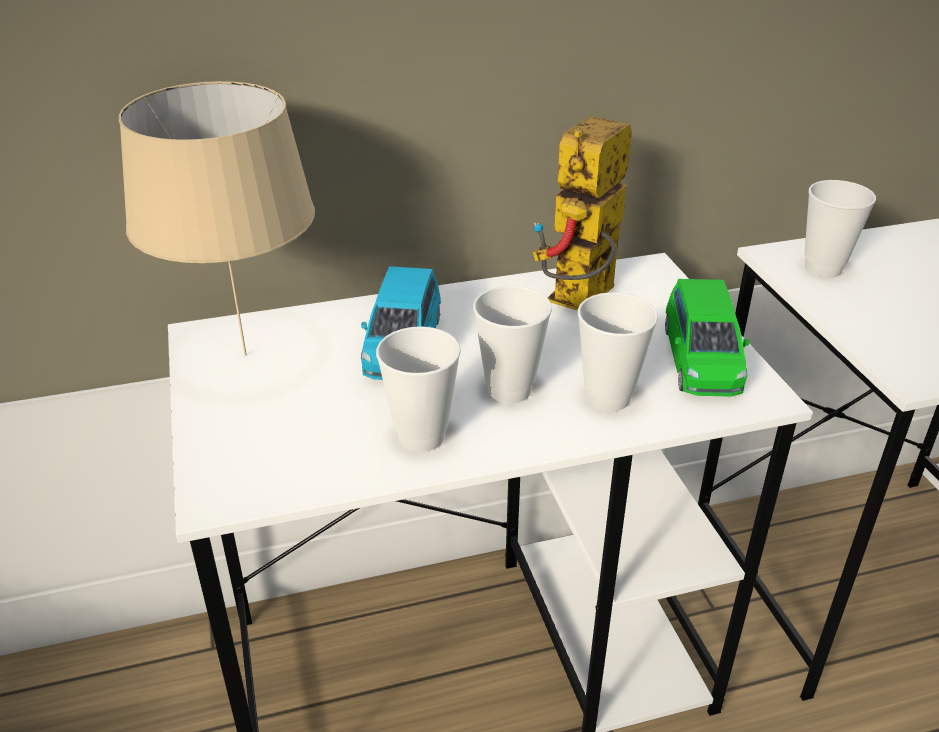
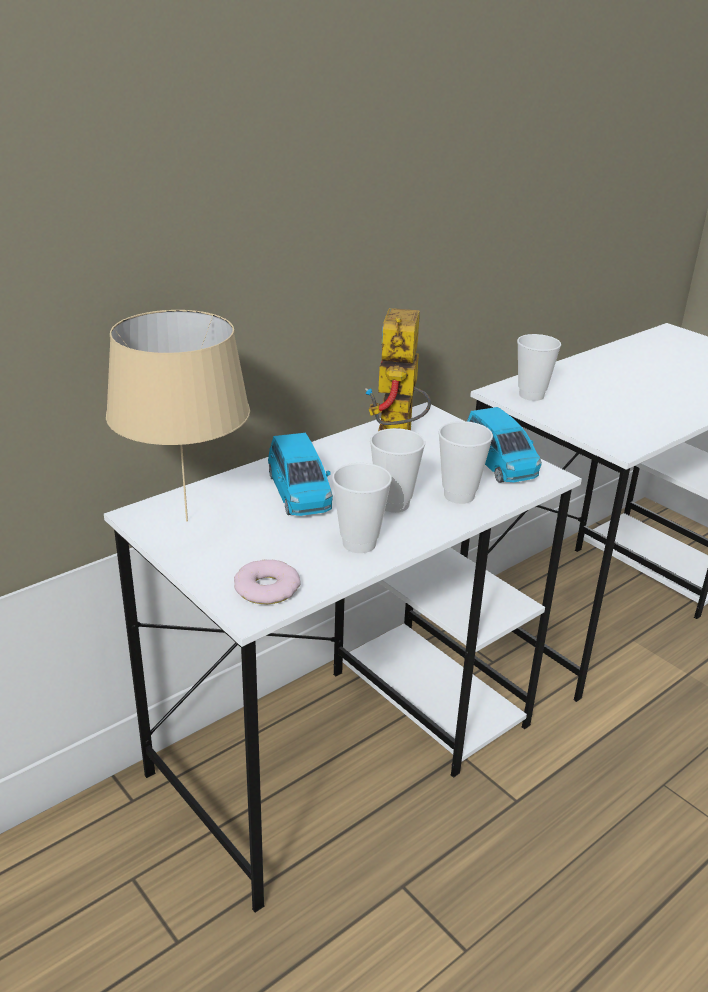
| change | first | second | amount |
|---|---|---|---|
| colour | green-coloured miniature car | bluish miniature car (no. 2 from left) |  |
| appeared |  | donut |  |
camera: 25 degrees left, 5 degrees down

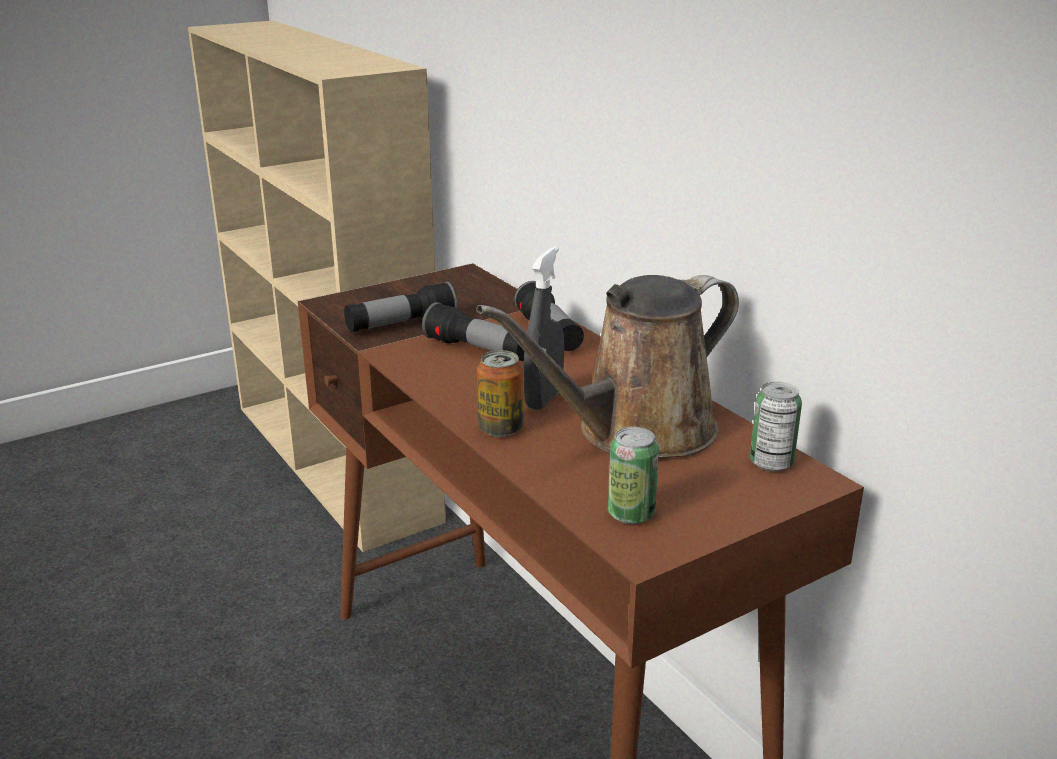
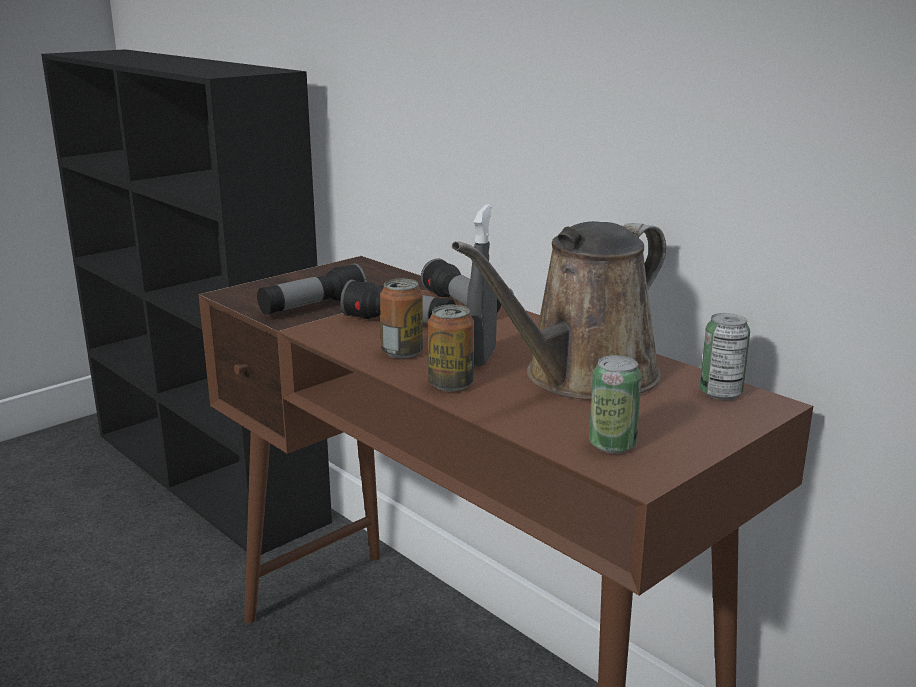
| change | first | second | amount |
|---|---|---|---|
| colour | beige shelving unit | blackish shelving unit |  |
| appeared |  | sealed can (no. 1 from left) |  |
camera: 10 degrees left, 5 degrees down

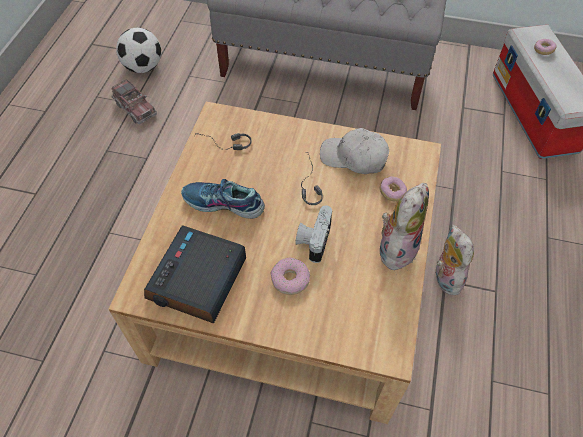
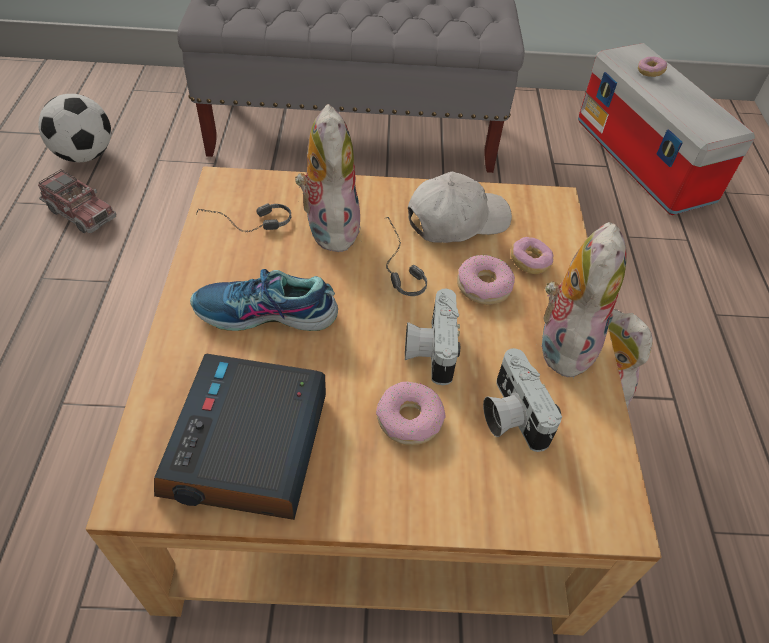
| change | first | second | amount |
|---|---|---|---|
| spun | whitish cap |  | 150 degrees clockwise |
| appeared |  | plush toy (no. 1 from left) |  |
| appeared |  | donut (no. 2 from left) |  |
| appeared |  | photo camera (no. 2 from left) |  |
camera: 15 degrees left, 5 degrees down

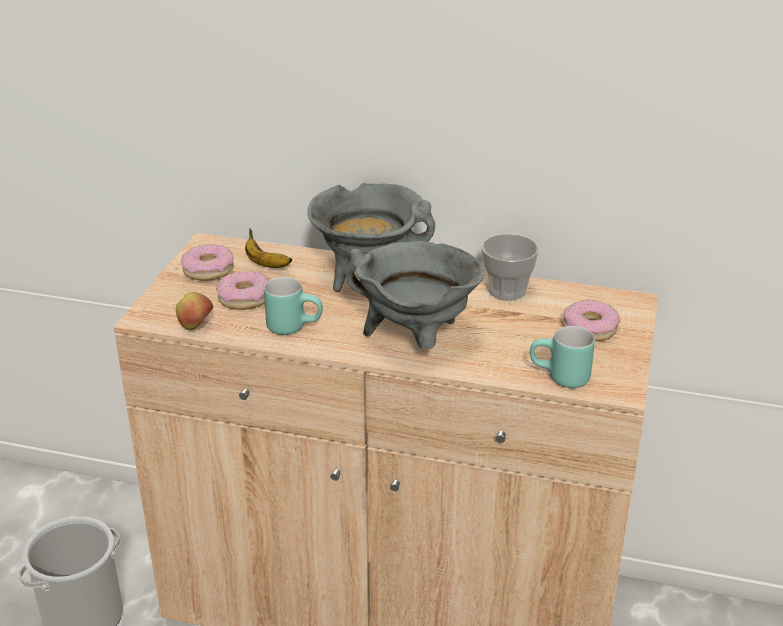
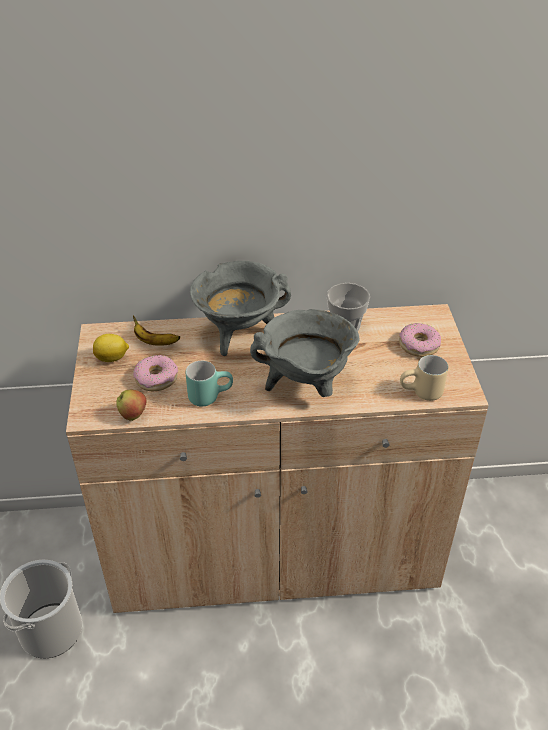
| change | first | second | amount |
|---|---|---|---|
| exchanged | donut (no. 1 from left) | whole lemon |  |
| colour | blue-green mug (no. 2 from left) | beige mug |  |
camera: 20 degrees left, 10 degrees up

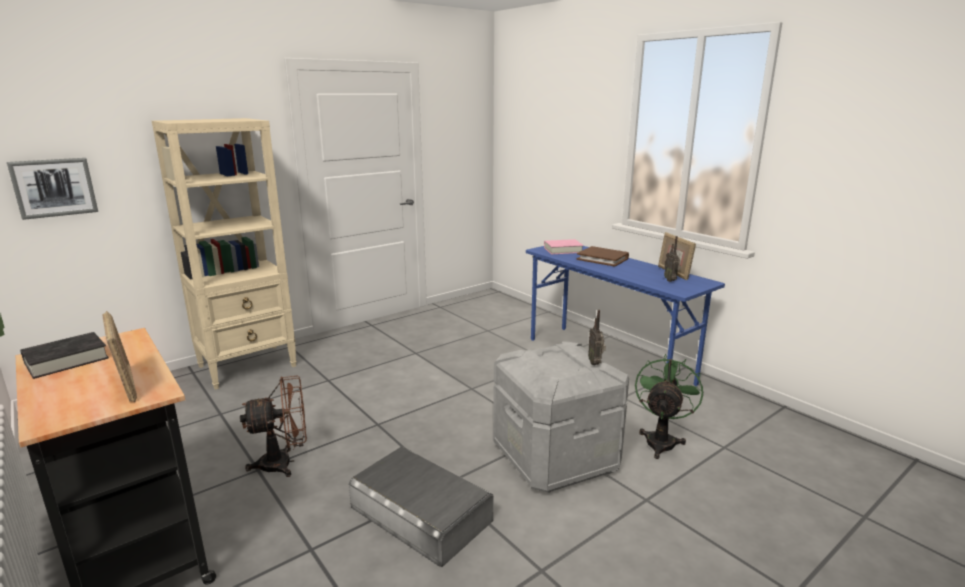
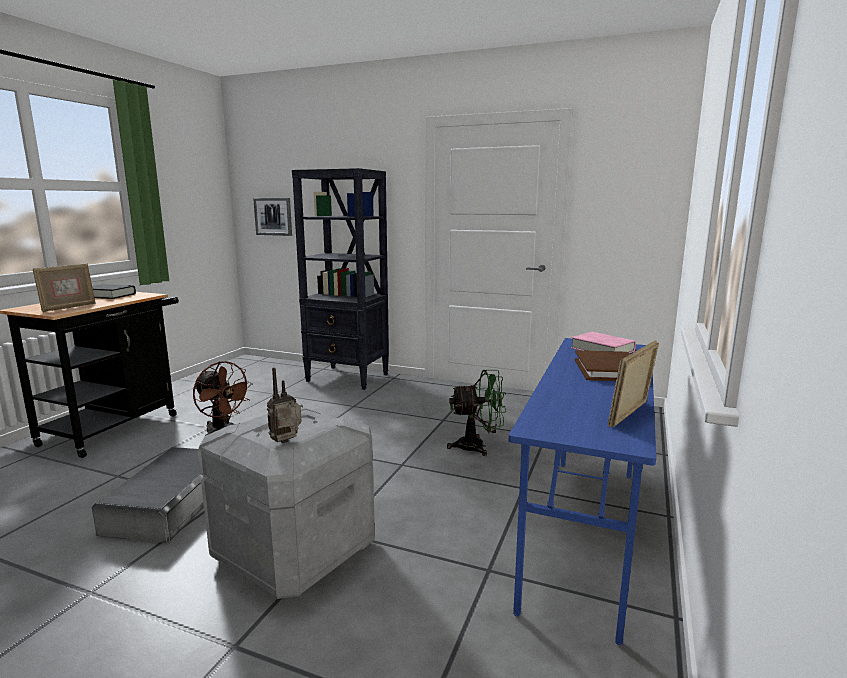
| change | first | second | amount |
|---|---|---|---|
| colour | beige shelving unit | blackish shelving unit |  |
| relocated | green-coloured fan |  |  |
| missing | radio receiver (no. 2 from left) |  |  |
camera: 60 degrees right, 5 degrees down

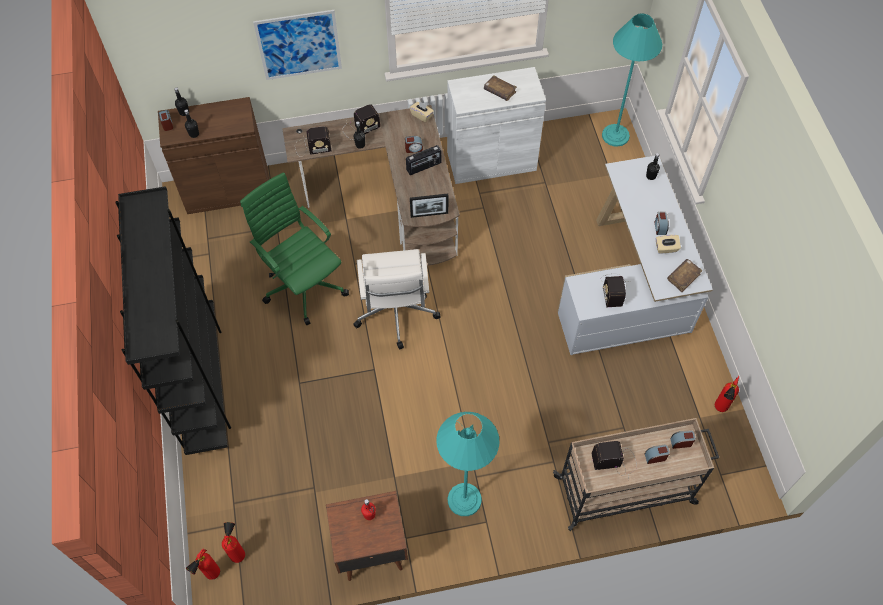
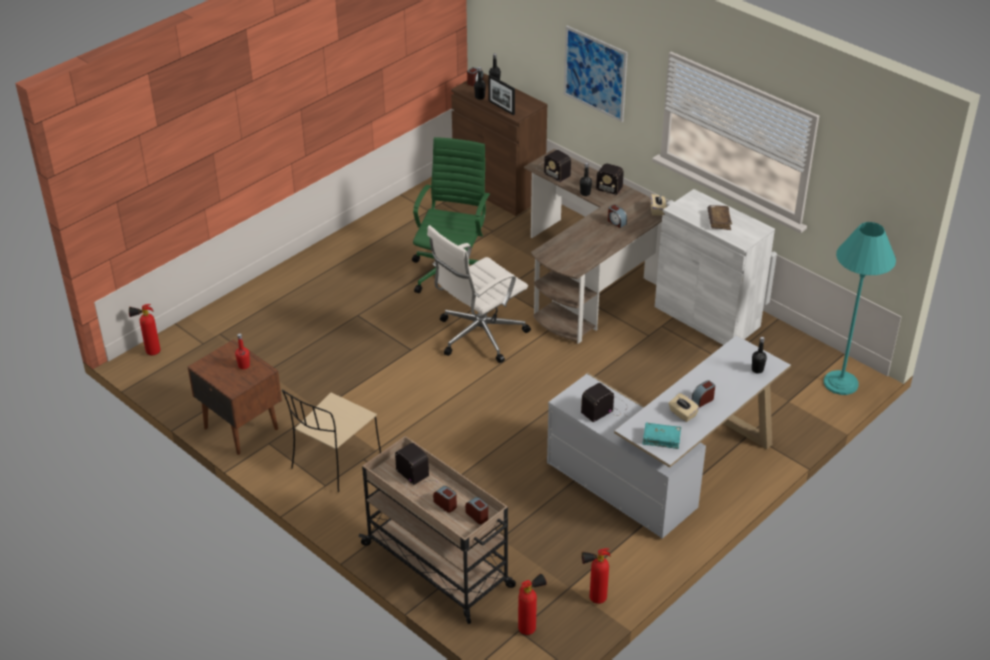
| change | first | second | amount |
|---|---|---|---|
| missing | blackish shelving unit |  |  |
| relocated | fire-fighting cylinder (no. 2 from left) |  |  |
| missing | radio receiver (no. 3 from left) |  |  |
| relocated | picture frame |  |  |
| exchanged | blue-green floor lamp (no. 1 from left) | beige plain chair |  |
| colour | brown bound book (no. 2 from left) | blue-green bound book |  |
camera: 55 degrees right, 20 degrees down

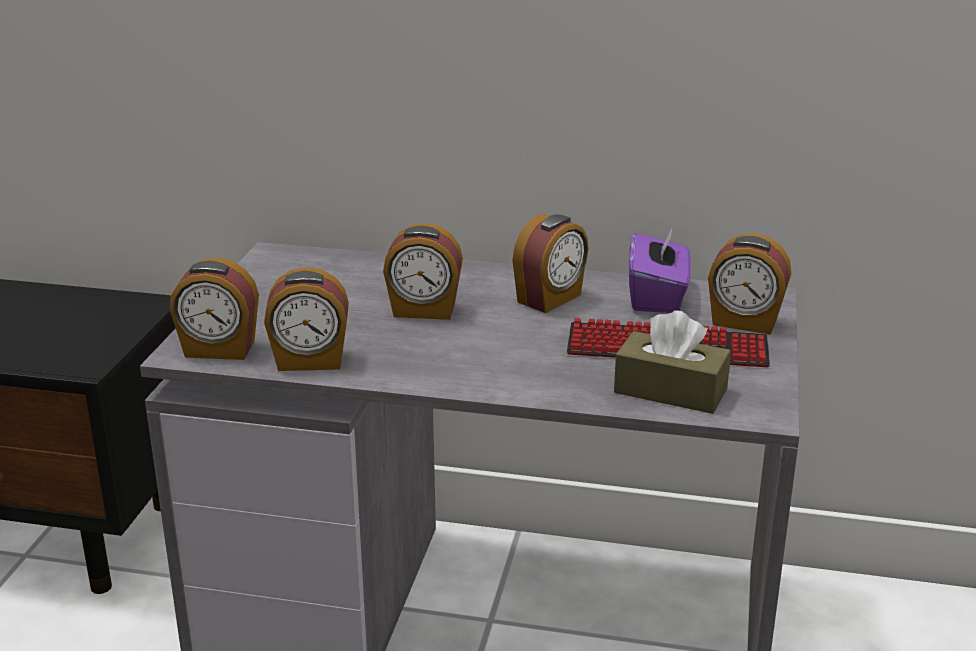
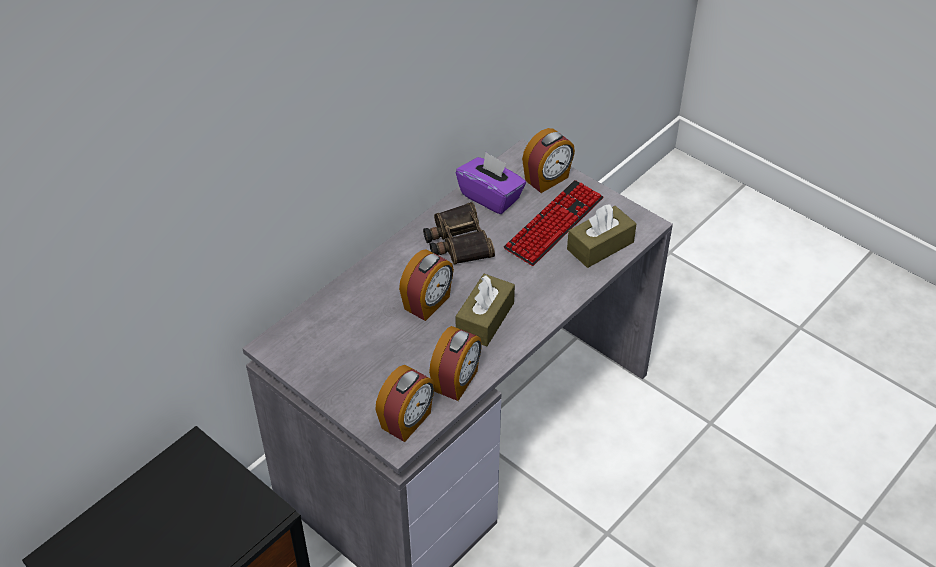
| change | first | second | amount |
|---|---|---|---|
| exchanged | table clock (no. 4 from left) | binoculars |  |
| appeared |  | brown box of tissues (no. 1 from left) |  |
camera: 60 degrees left, 20 degrees up

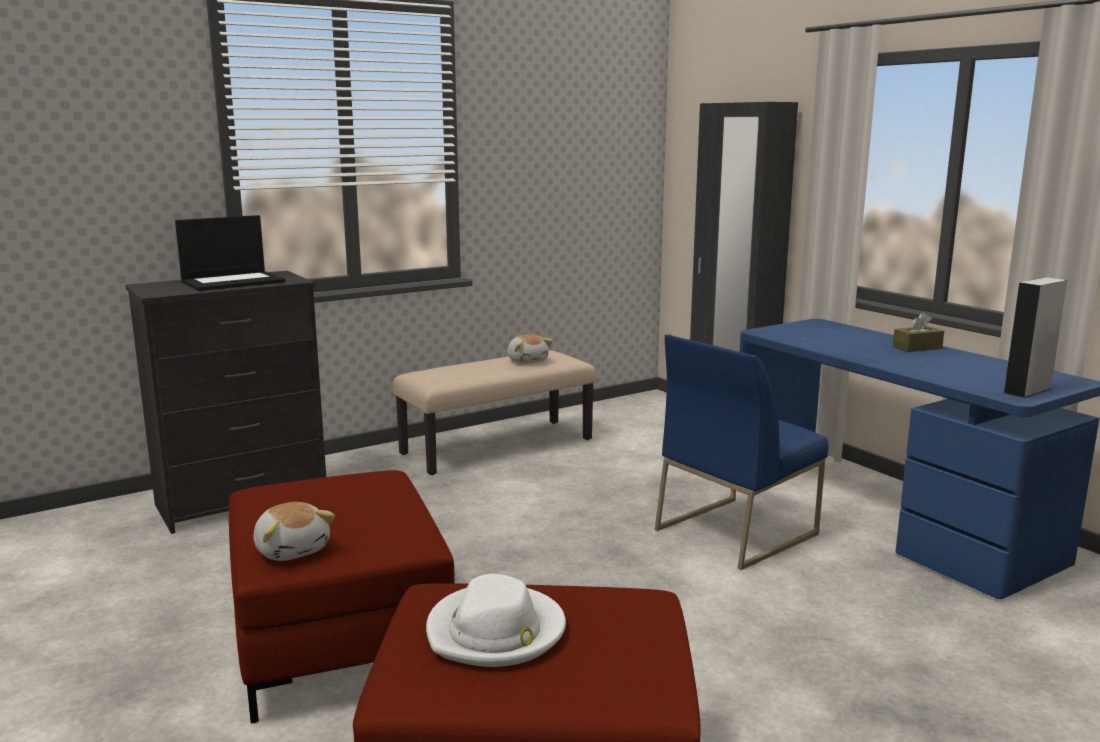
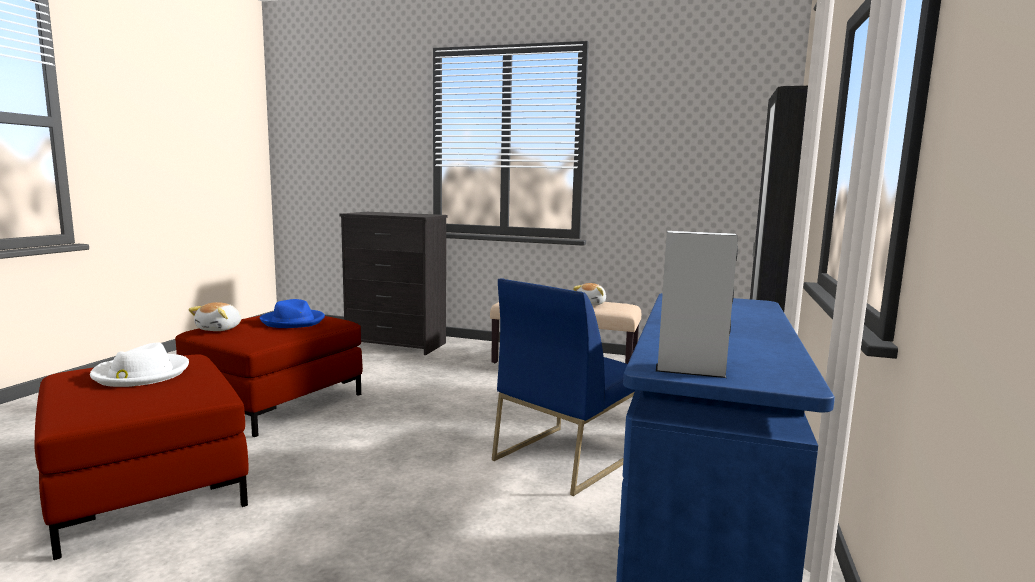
| change | first | second | amount |
|---|---|---|---|
| missing | laptop |  |  |
| spun | bluish plain chair |  | 60 degrees counterclockwise |
| missing | brown box of tissues |  |  |
| appeared |  | bluish clothing hat |  |
camera: 50 degrees right, 5 degrees down

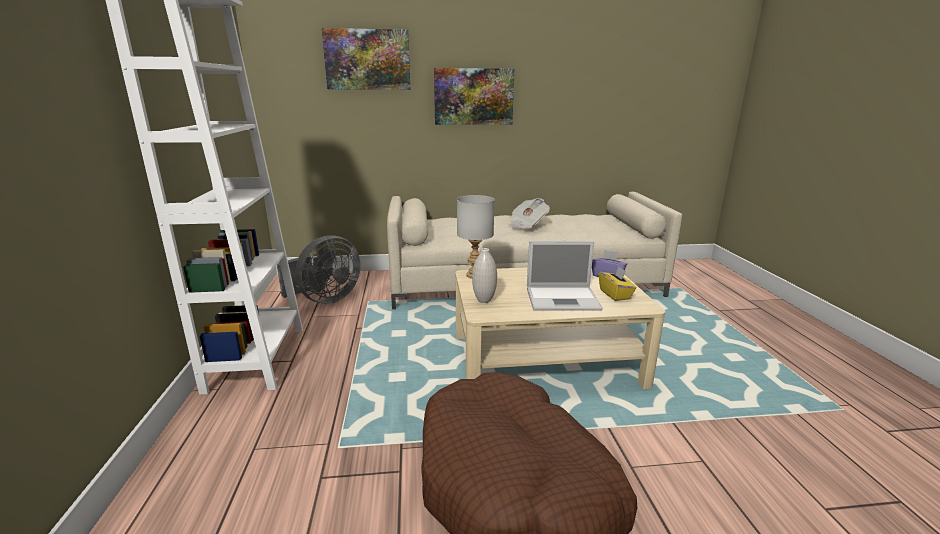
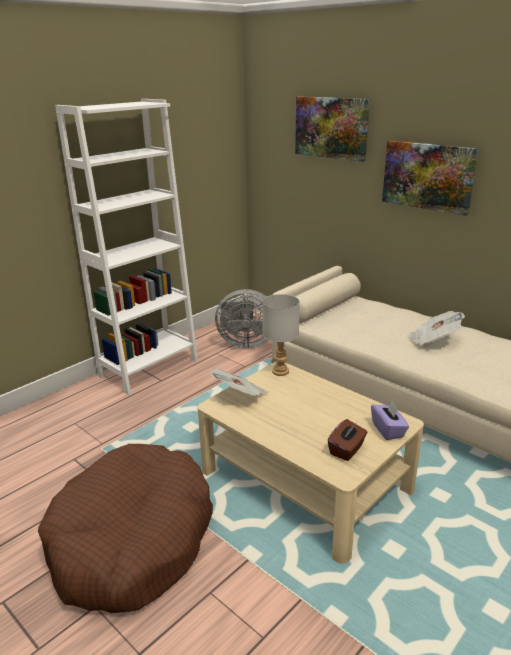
| change | first | second | amount |
|---|---|---|---|
| exchanged | whitish vase | daily paper (no. 1 from left) |  |
| missing | laptop |  |  |
| colour | yellowish box of tissues | brown box of tissues |  |
camera: 50 degrees right, 5 degrees up

